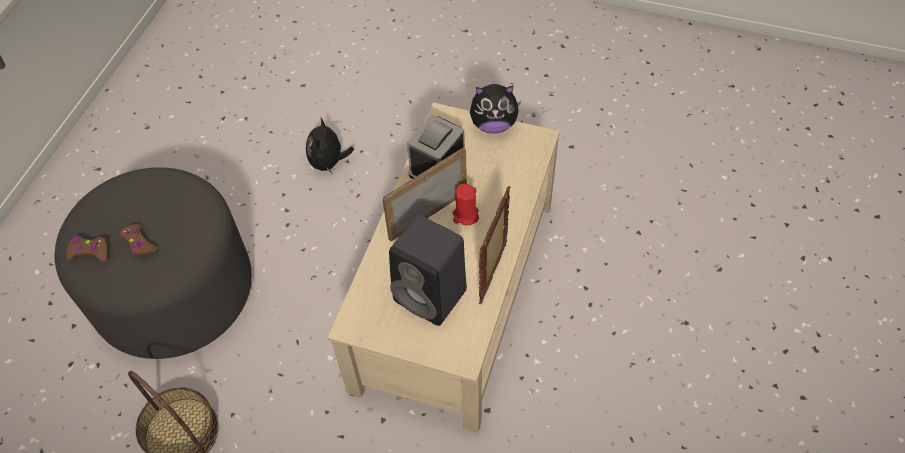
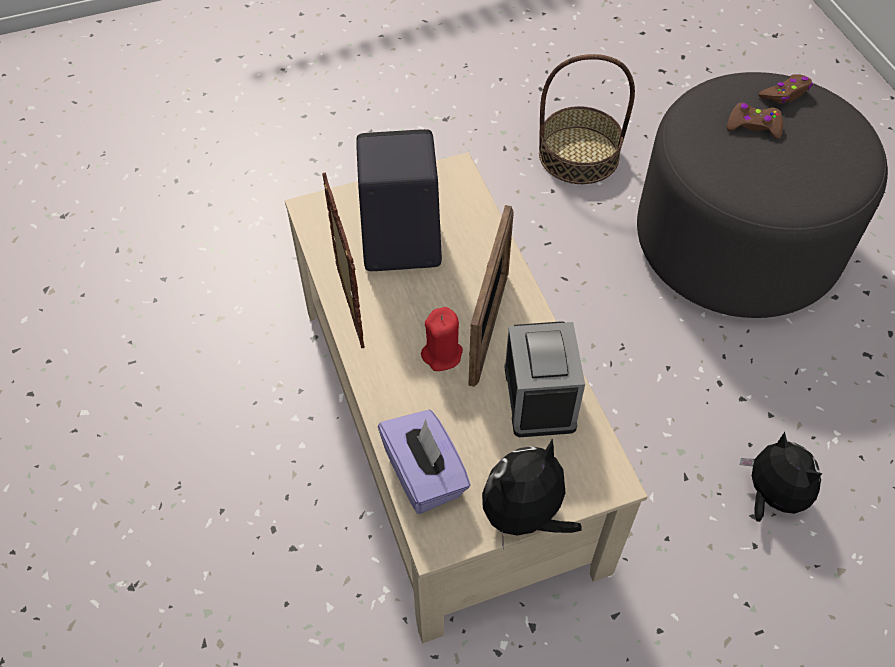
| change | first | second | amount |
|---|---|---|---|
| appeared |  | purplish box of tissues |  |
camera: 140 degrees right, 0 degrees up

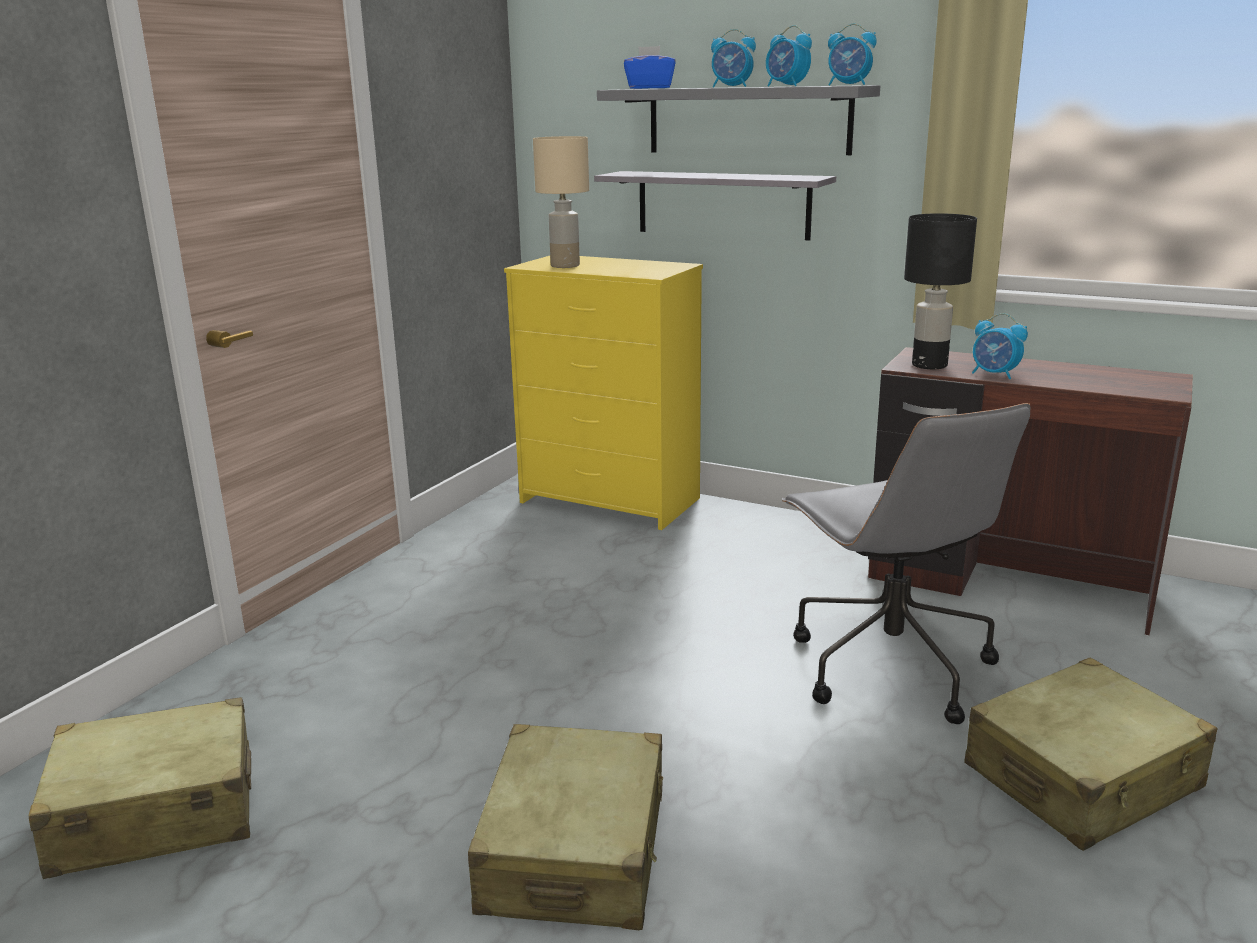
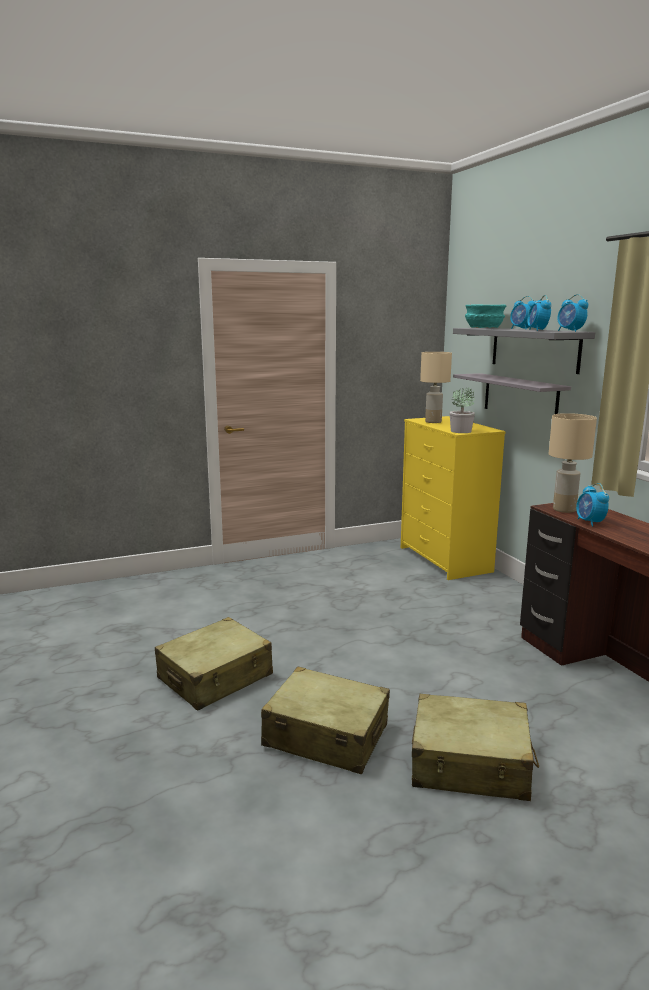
| change | first | second | amount |
|---|---|---|---|
| relocated | beige piece of luggage (no. 1 from left in the first image) | beige piece of luggage (no. 2 from left) |  |
| exchanged | bluish box of tissues | blue-green serving bowl |  |
| missing | grey desk chair |  |  |
| colour | blackish tabletop lamp | beige tabletop lamp (no. 2 from left) |  |
| appeared |  | plant in a pot |  |
camera: 40 degrees right, 5 degrees down

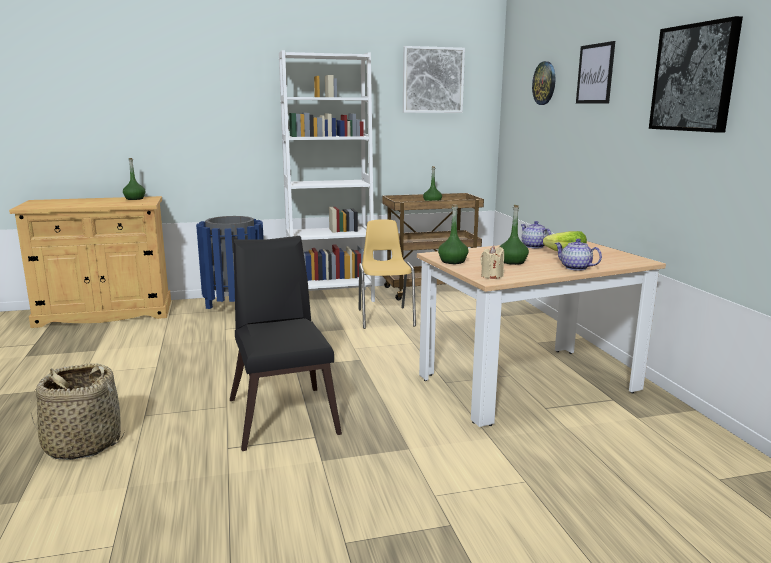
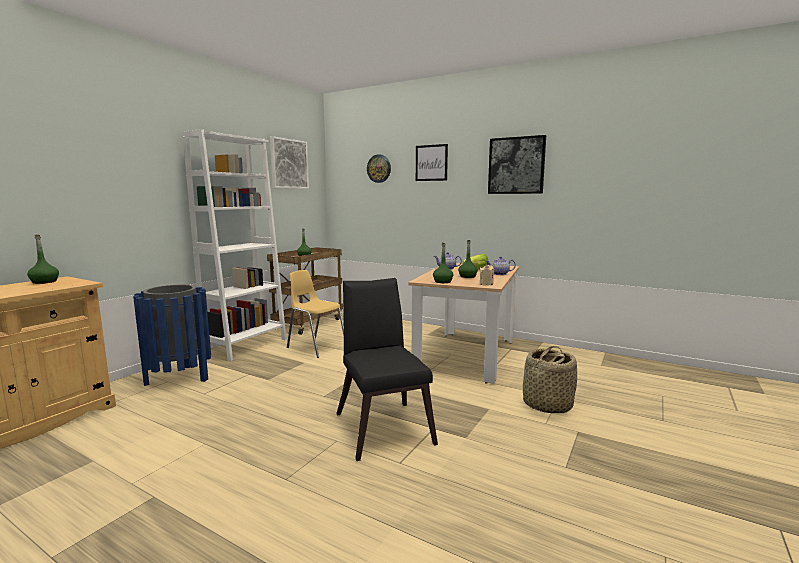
| change | first | second | amount |
|---|---|---|---|
| relocated | household basket |  |  |
| spun | blackish plain chair |  | 45 degrees clockwise |
camera: 45 degrees left, 5 degrees down

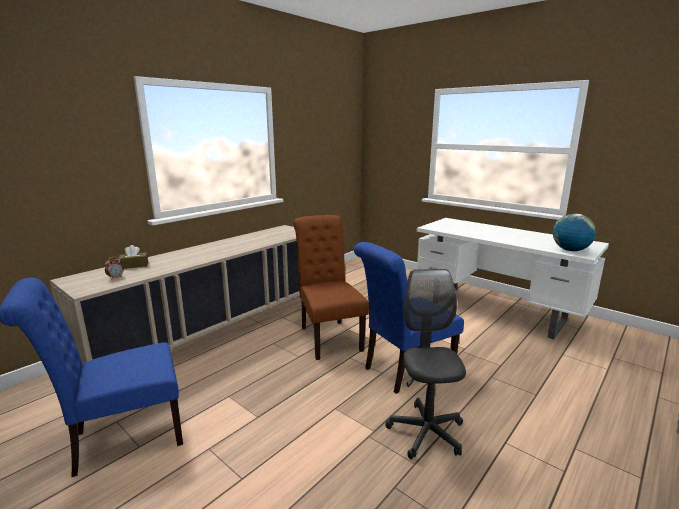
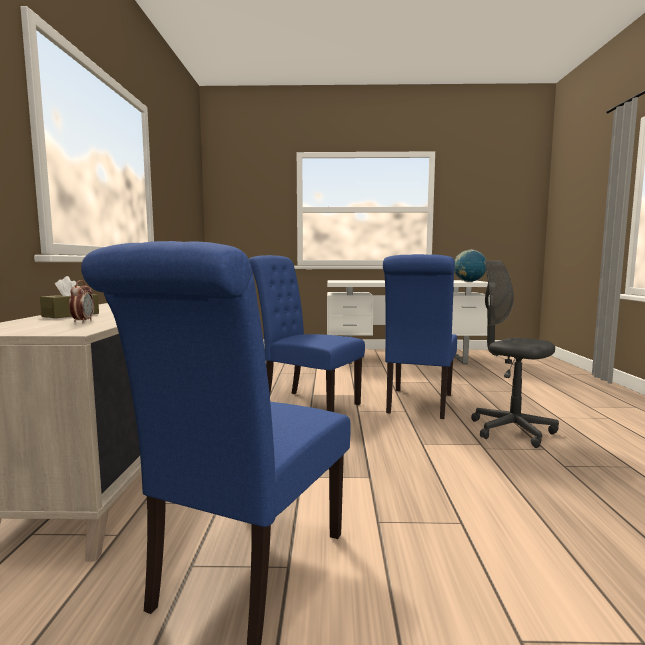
| change | first | second | amount |
|---|---|---|---|
| colour | brown plain chair | bluish plain chair (no. 2 from left) |  |
camera: 40 degrees left, 10 degrees down

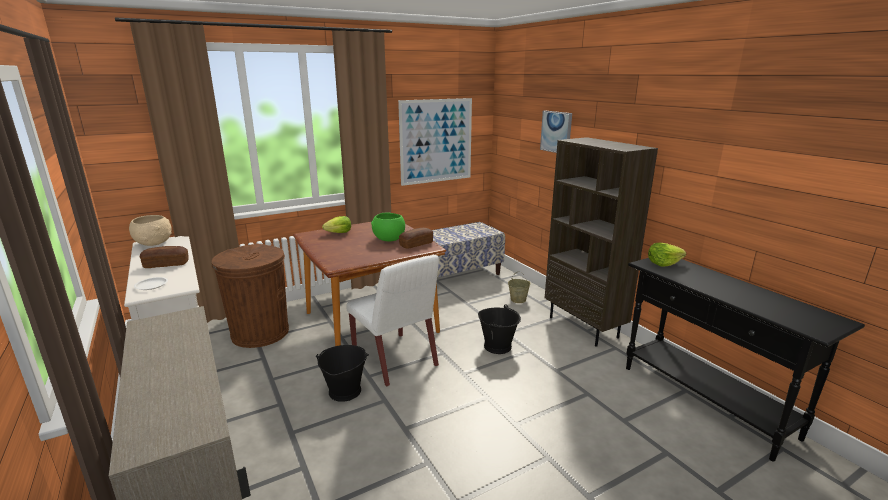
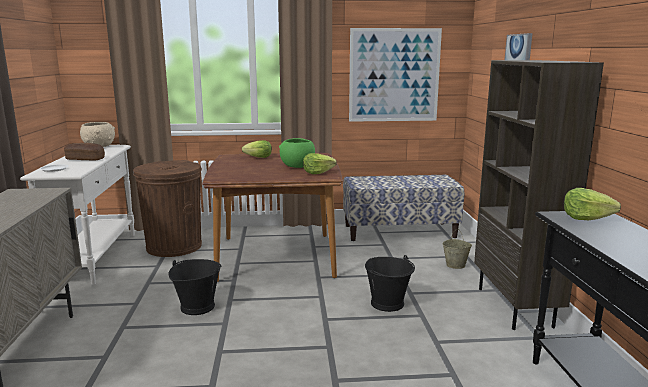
| change | first | second | amount |
|---|---|---|---|
| missing | whitish plain chair |  |  |
| exchanged | bread (no. 2 from left) | lettuce (no. 2 from left) |  |
camera: 25 degrees right, 5 degrees down

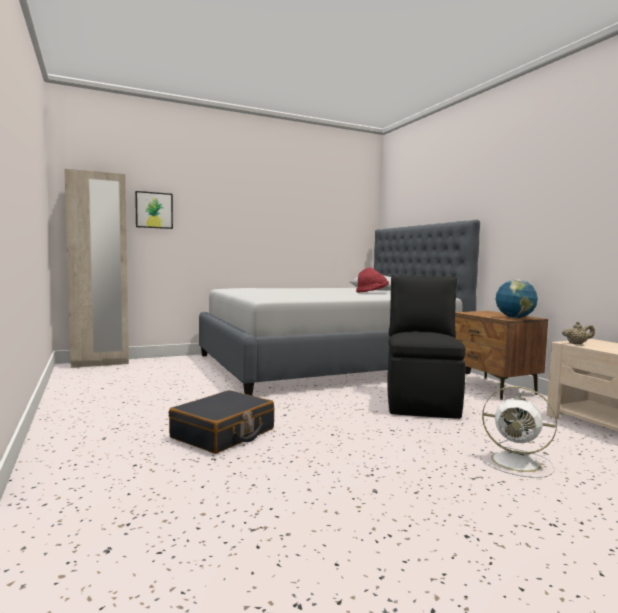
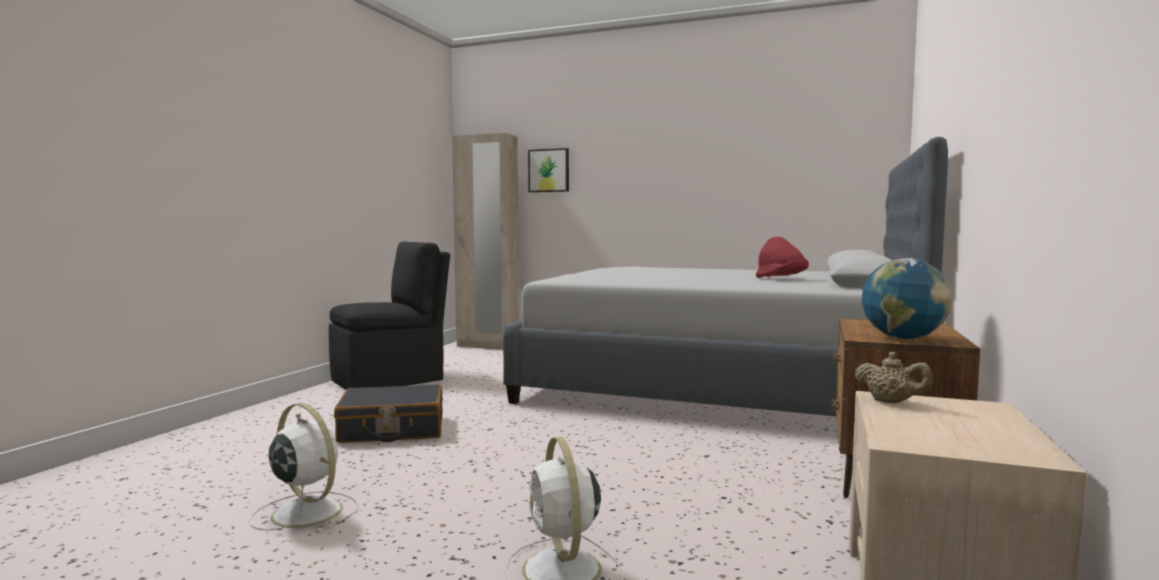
| change | first | second | amount |
|---|---|---|---|
| relocated | blackish plain chair |  |  |
| appeared |  | whitish fan (no. 1 from left) |  |
camera: 45 degrees right, 0 degrees up

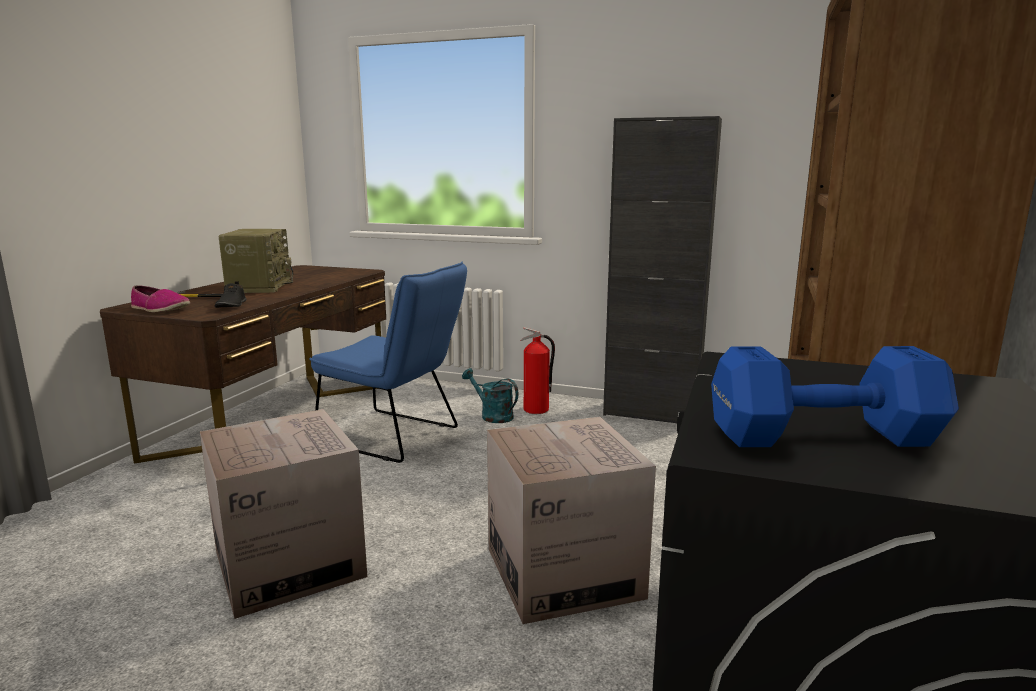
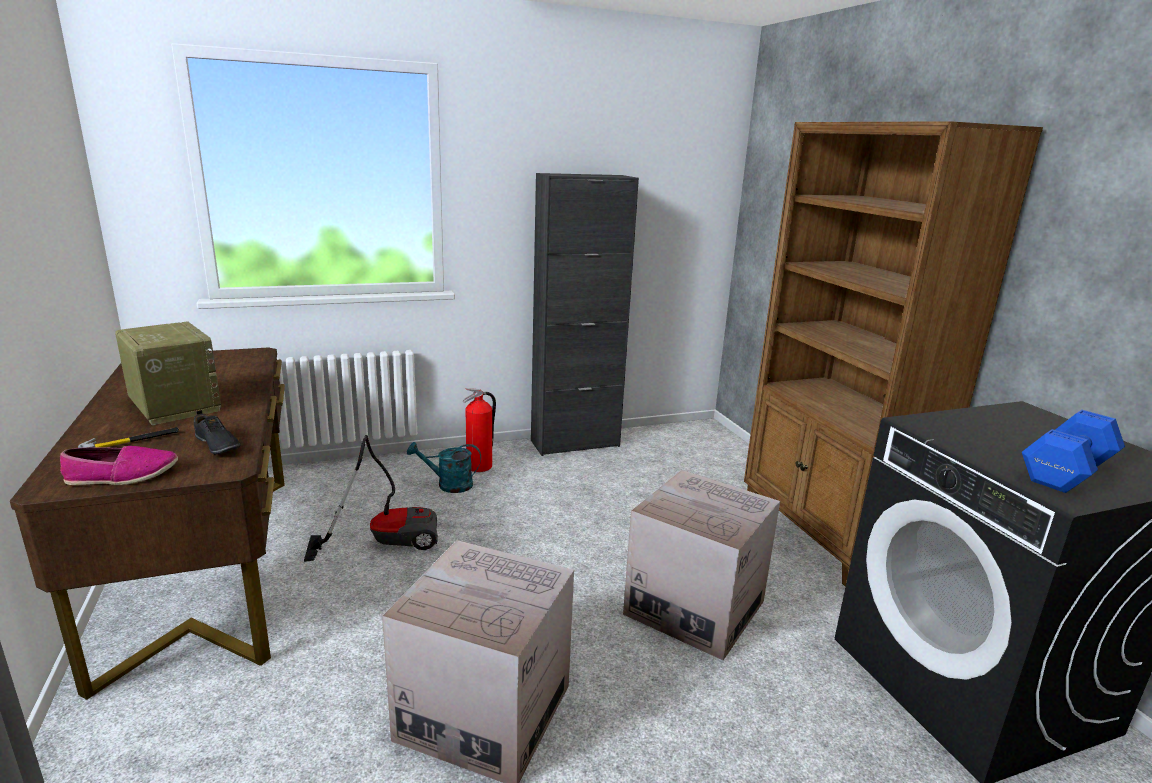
| change | first | second | amount |
|---|---|---|---|
| exchanged | bluish plain chair | hoover |  |
camera: 40 degrees left, 5 degrees up

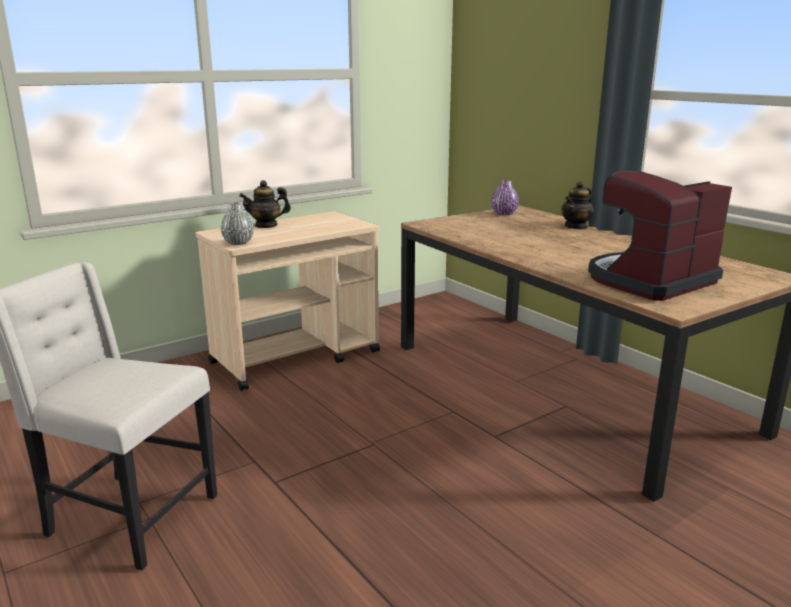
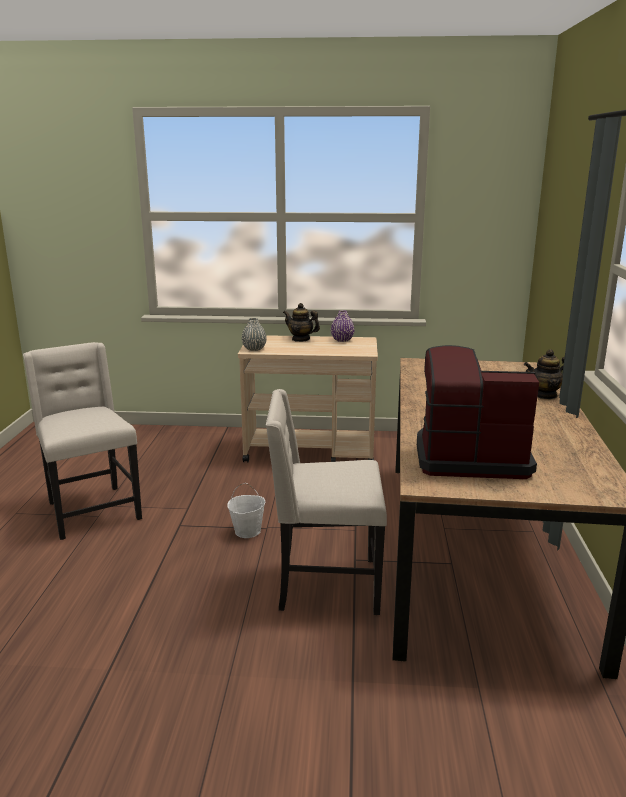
| change | first | second | amount |
|---|---|---|---|
| relocated | purplish vase |  |  |
| appeared |  | whitish bucket |  |
| appeared |  | beige plain chair (no. 2 from left) |  |
camera: 40 degrees right, 0 degrees up

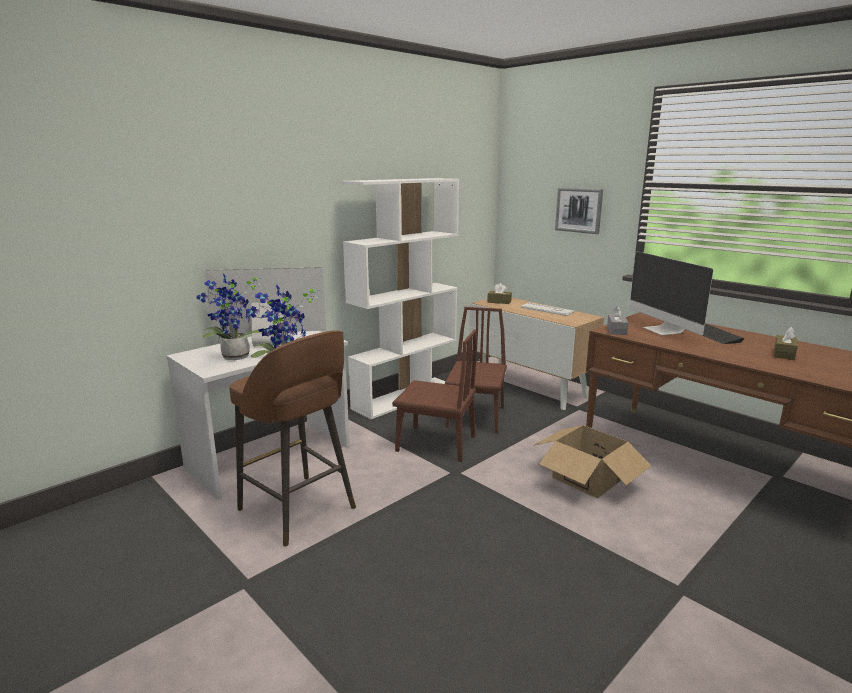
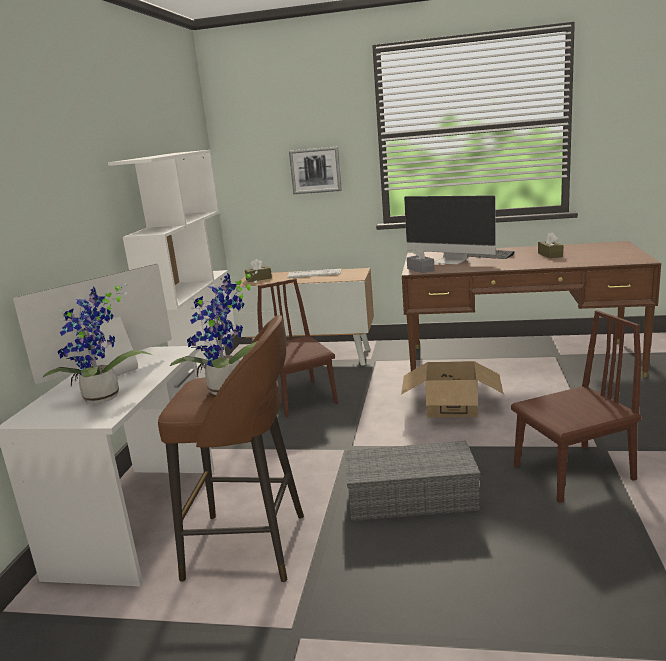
| change | first | second | amount |
|---|---|---|---|
| relocated | brown plain chair (no. 1 from left in the first image) | brown plain chair (no. 2 from left) |  |
| appeared |  | grey storage box |  |
camera: 35 degrees left, 0 degrees up

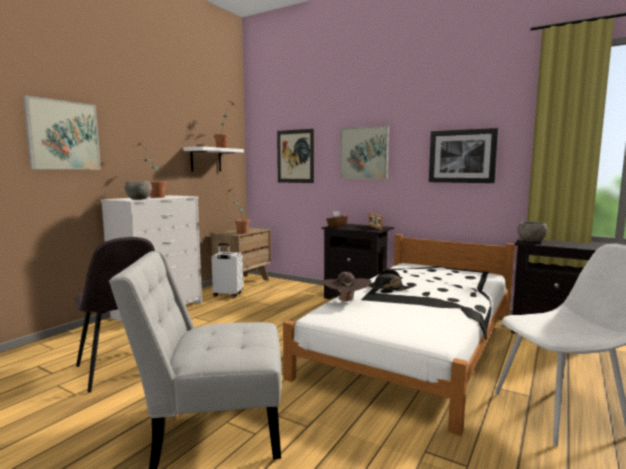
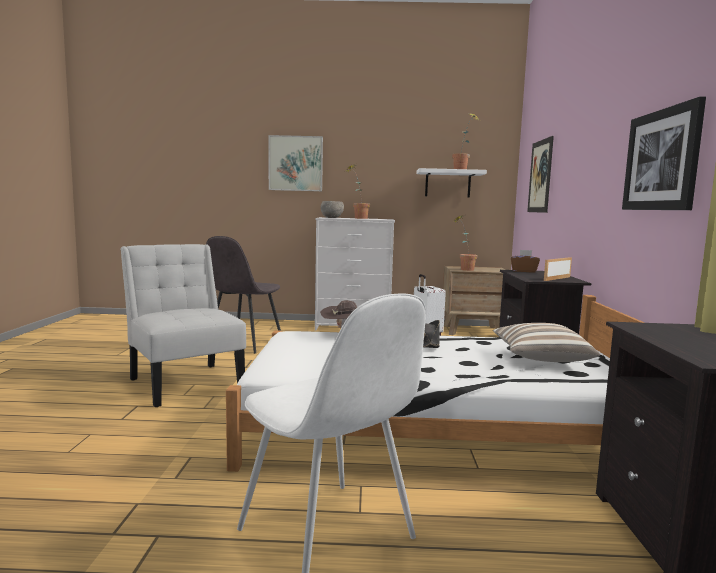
| change | first | second | amount |
|---|---|---|---|
| missing | wall picture (no. 3 from left) |  |  |
| missing | grey serving bowl (no. 2 from left) |  |  |
| appeared |  | cushion |  |
camera: 60 degrees right, 0 degrees up

